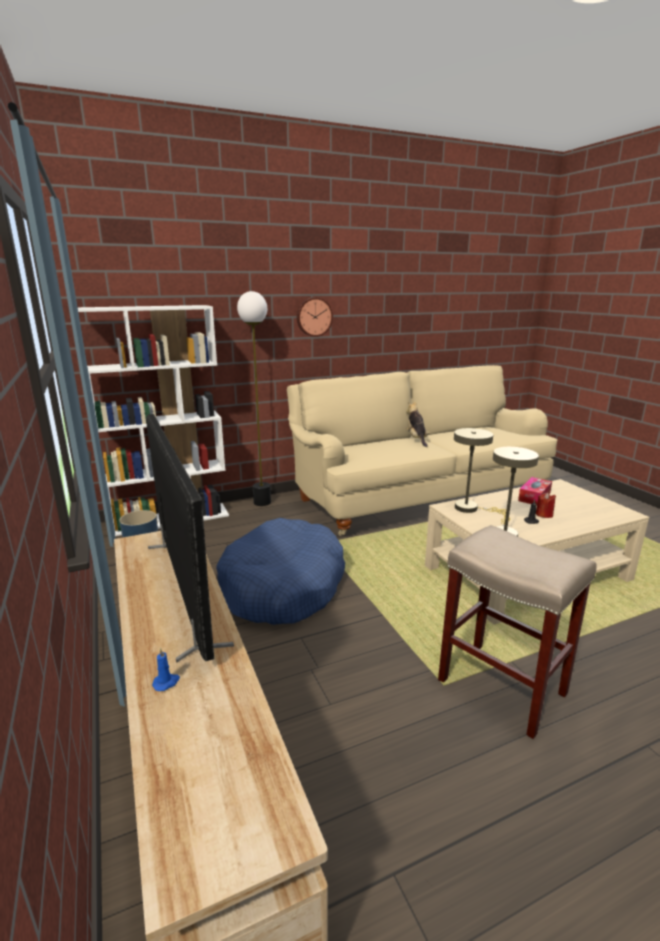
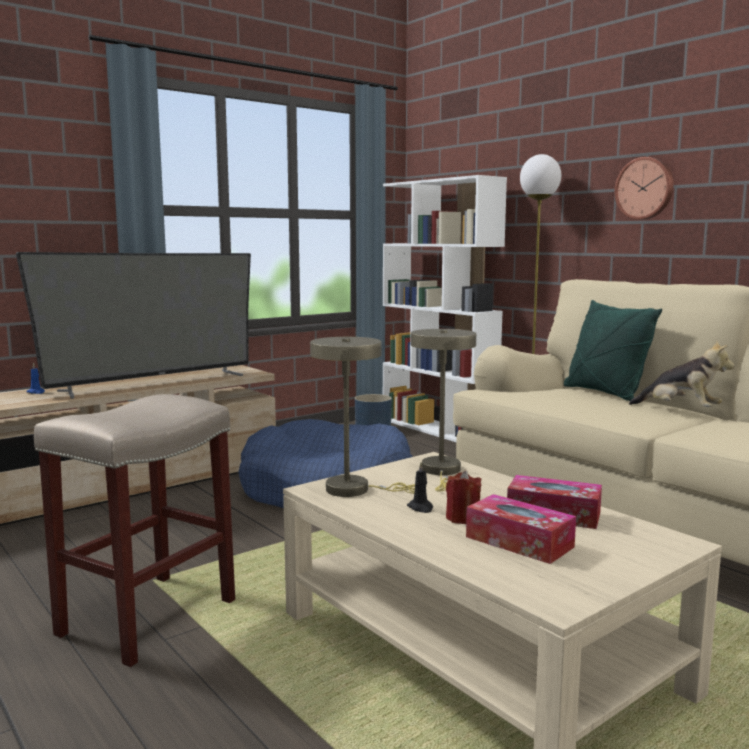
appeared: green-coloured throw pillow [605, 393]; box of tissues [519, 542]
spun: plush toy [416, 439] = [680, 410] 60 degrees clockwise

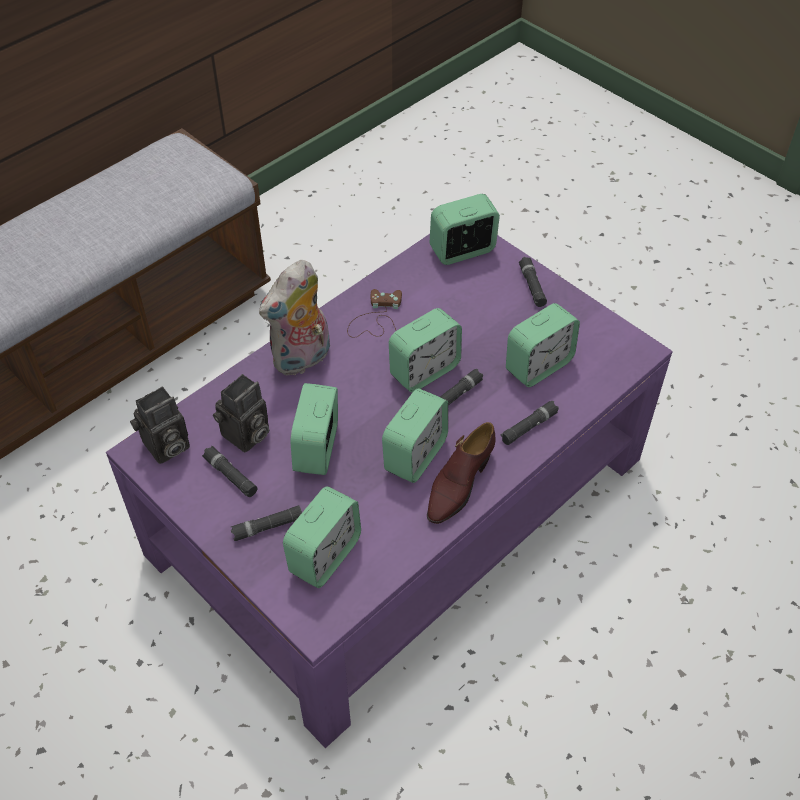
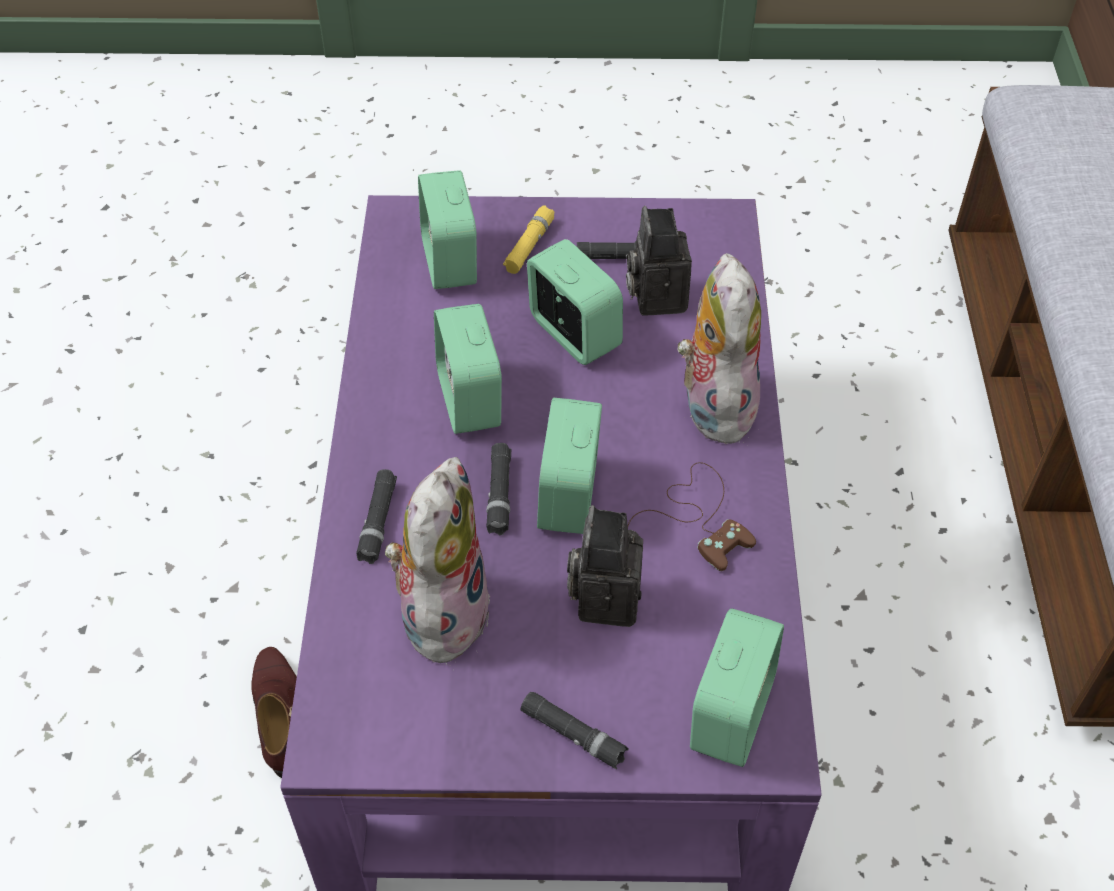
relocated: photo camera [165, 448] to [604, 596]; brown low shoe [458, 483] to [281, 715]
exchanged: bedside clock [538, 365] to plush toy [442, 611]
colour: black-coloured torch [267, 527] to yellow torch [529, 246]

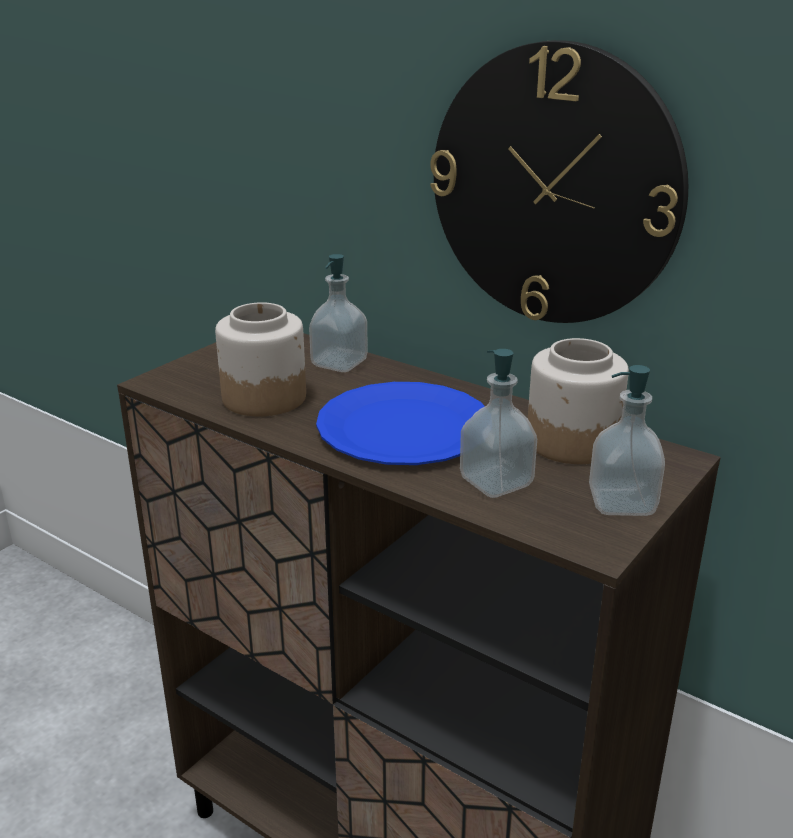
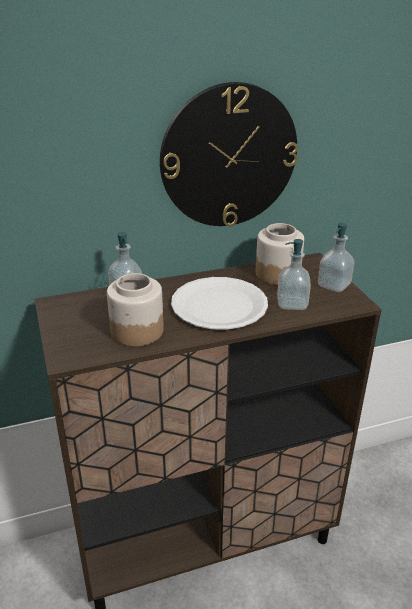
colour: bluish flat dish [404, 427] to whitish flat dish [219, 305]

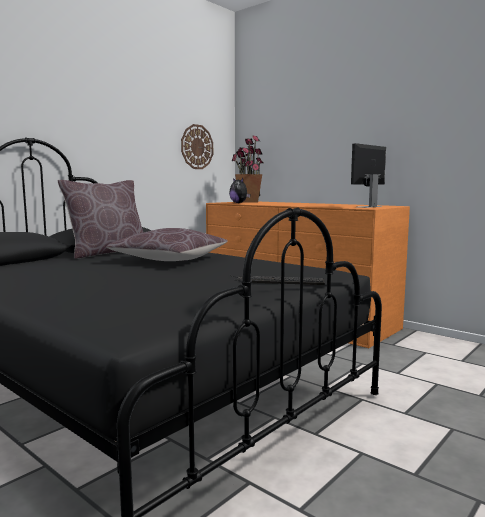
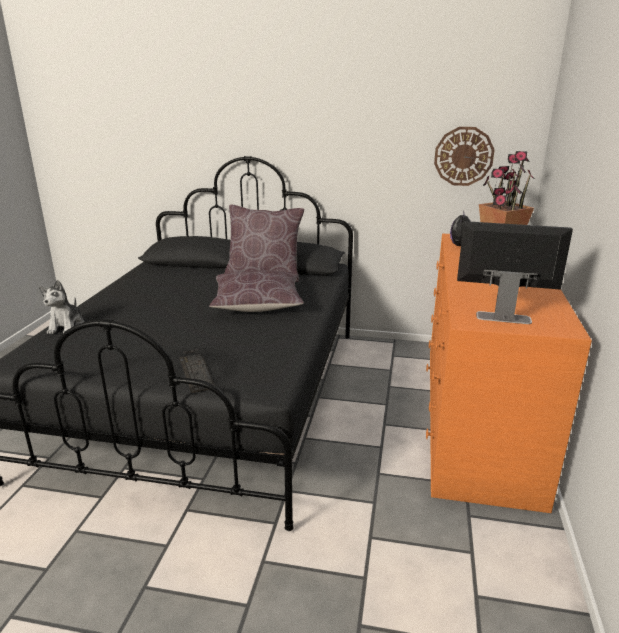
appeared: plush toy [67, 326]

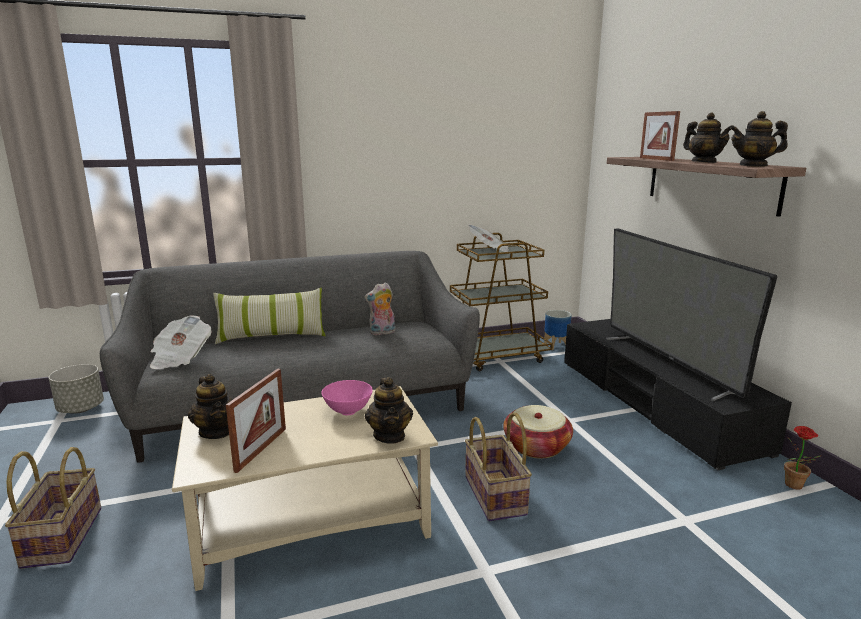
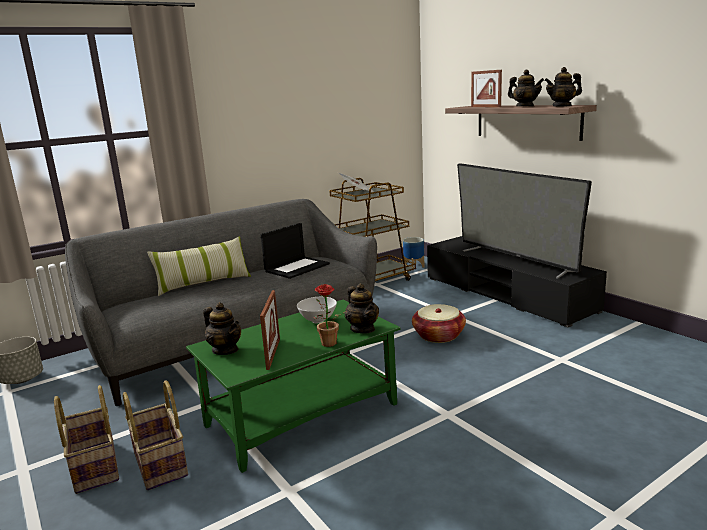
missing: printed paper [180, 358]
relocated: basket [496, 495] to [161, 463]; plant in a pot [795, 487] to [329, 345]
exchanged: plush toy [382, 333] to laptop [297, 267]
colour: pink-coloured bowl [347, 411] to whitish bowl [317, 321]; sand-coloured low table [314, 523] to green-coloured low table [303, 414]

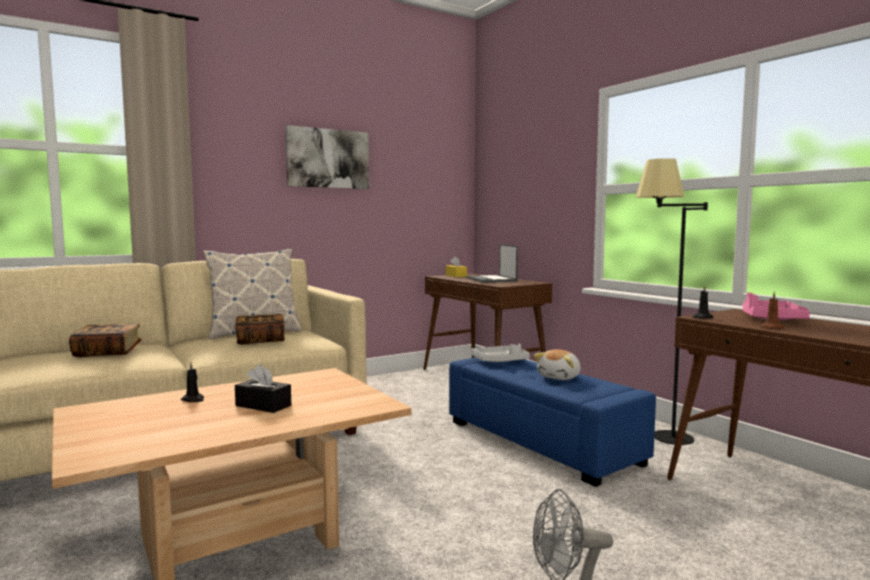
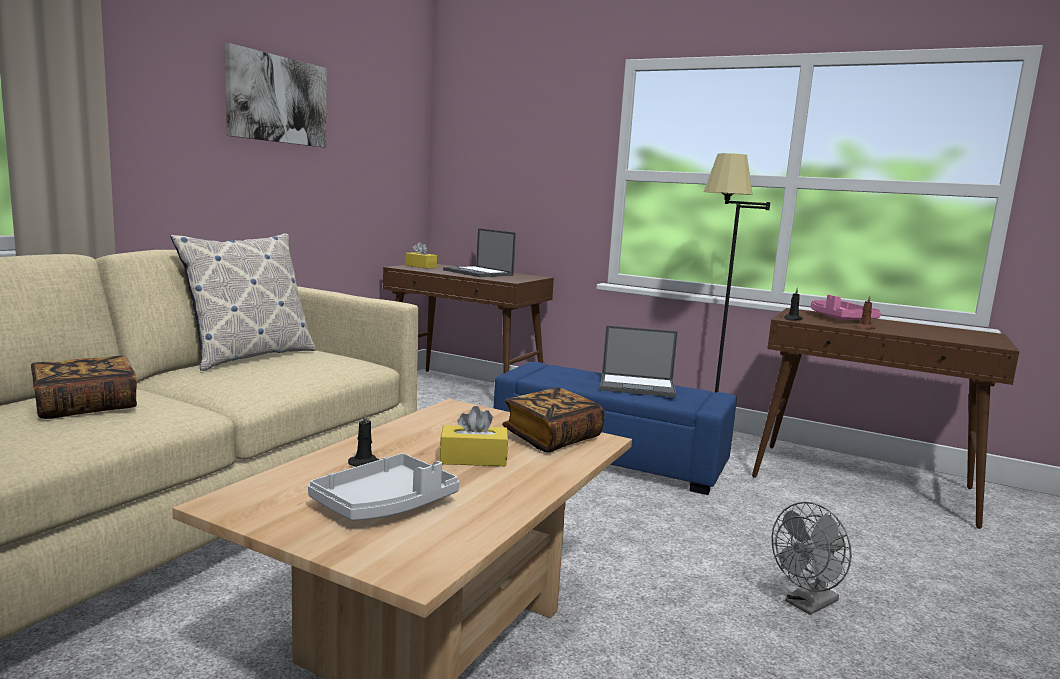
relocated: volume [261, 340] to [552, 438]; grey serving tray [500, 361] to [386, 504]
exchanged: plush toy [560, 377] to laptop [638, 386]
colour: black-coloured box of tissues [263, 405] to yellow box of tissues [473, 459]

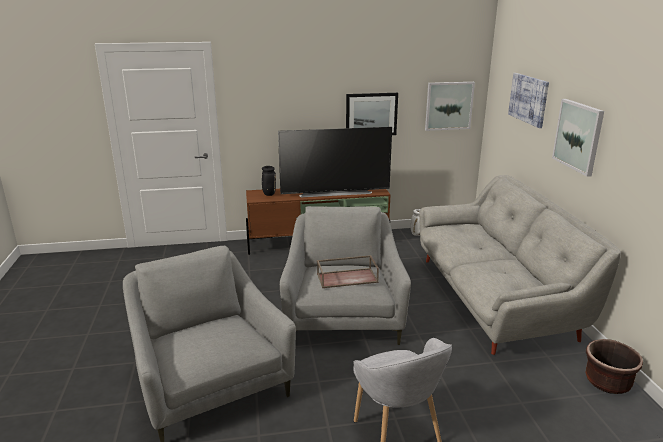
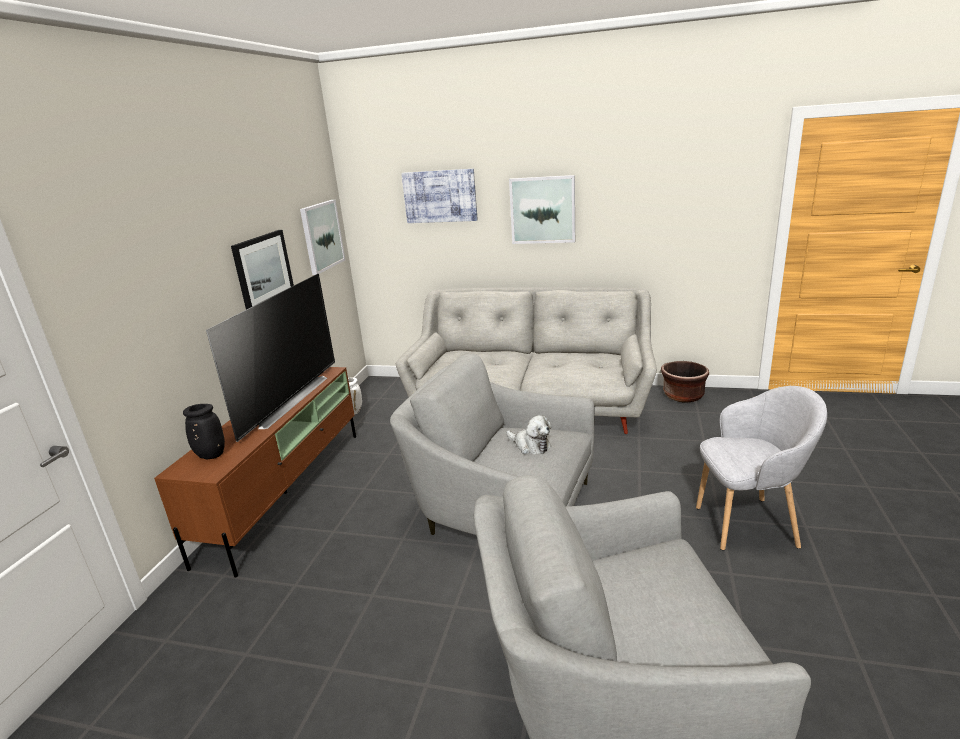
exchanged: brown serving tray [347, 278] to plush toy [530, 445]

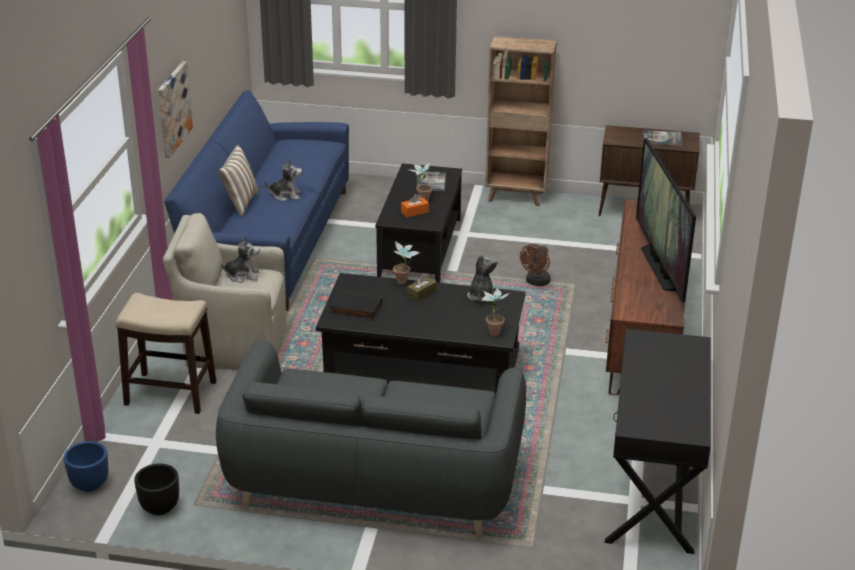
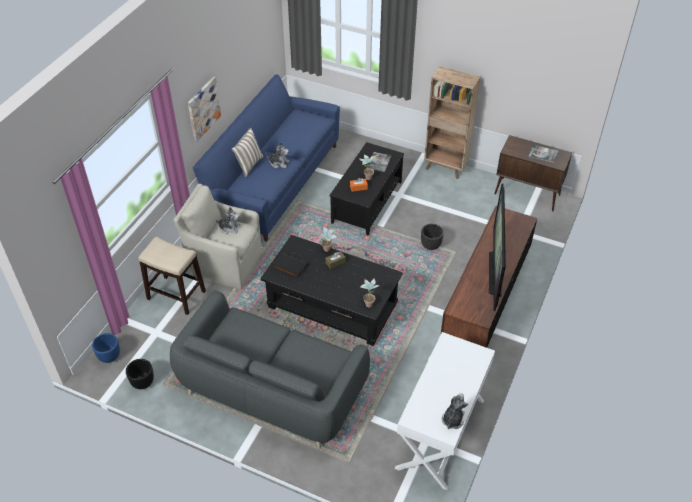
relocated: plush toy [481, 296] to [452, 419]
exchanged: brown fan [536, 282] to black-coloured flower pot [431, 245]
colour: black-coloured narrow table [653, 490] to whitish narrow table [441, 433]

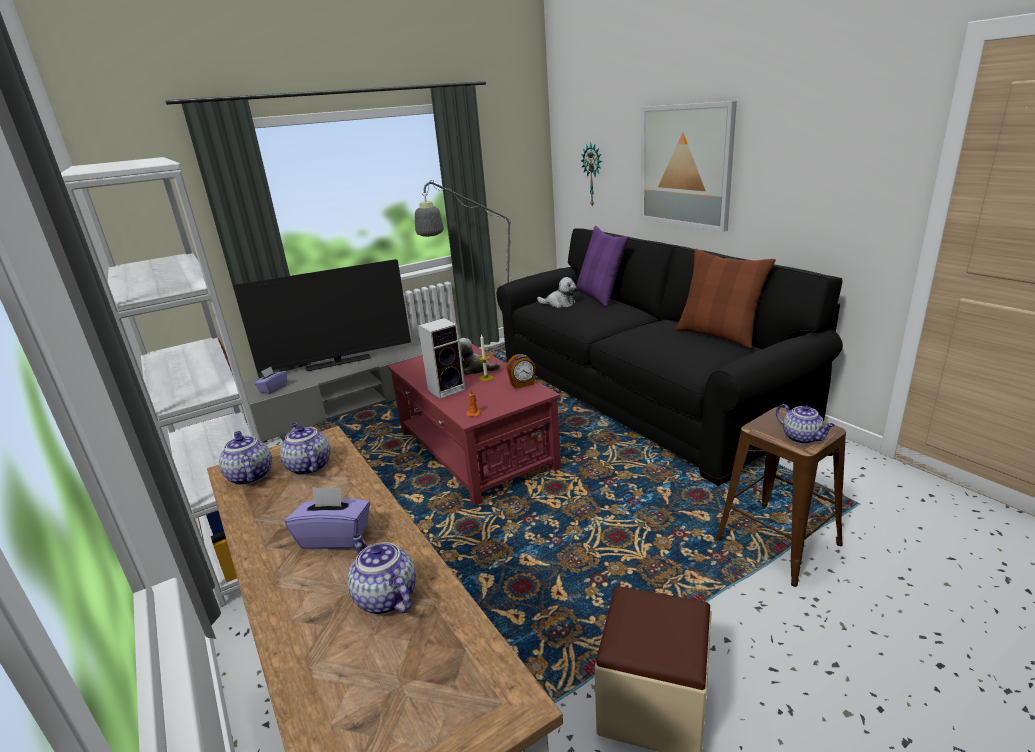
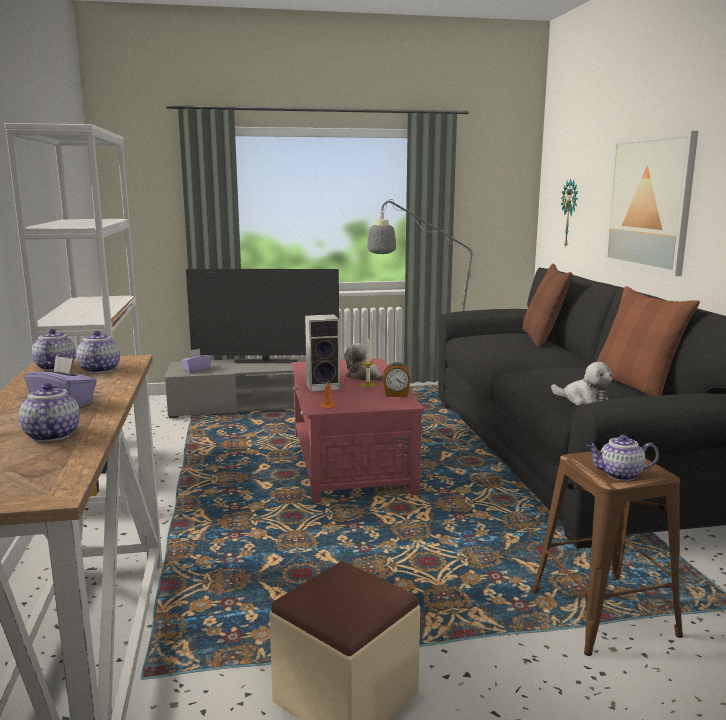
relocated: plush toy [559, 304] to [583, 400]
colour: purplish throw pillow [599, 296] to brown throw pillow [542, 339]
spun: pot for tea [802, 438] = [619, 475] 105 degrees clockwise

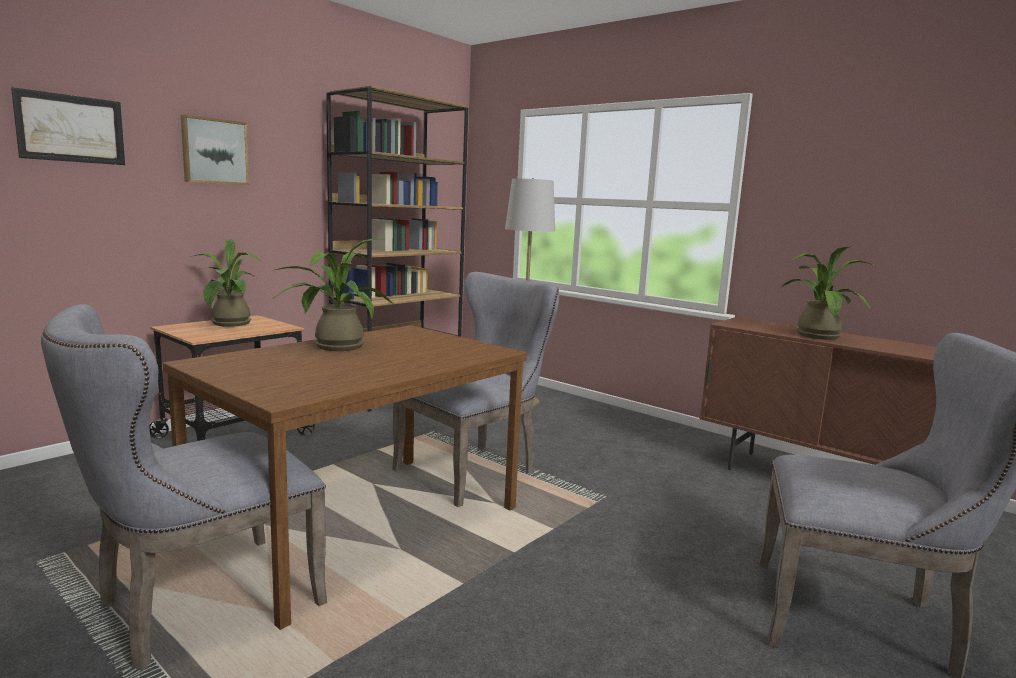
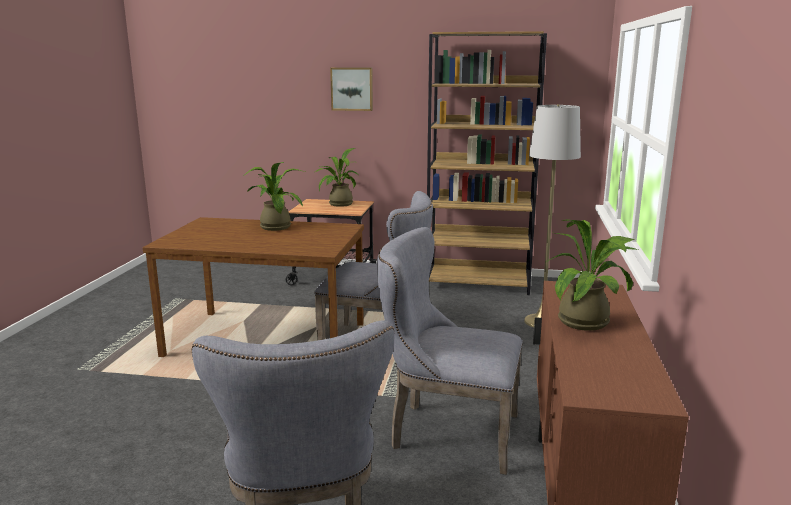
missing: picture [71, 128]
relocated: grey upright chair [197, 606] to [446, 432]

